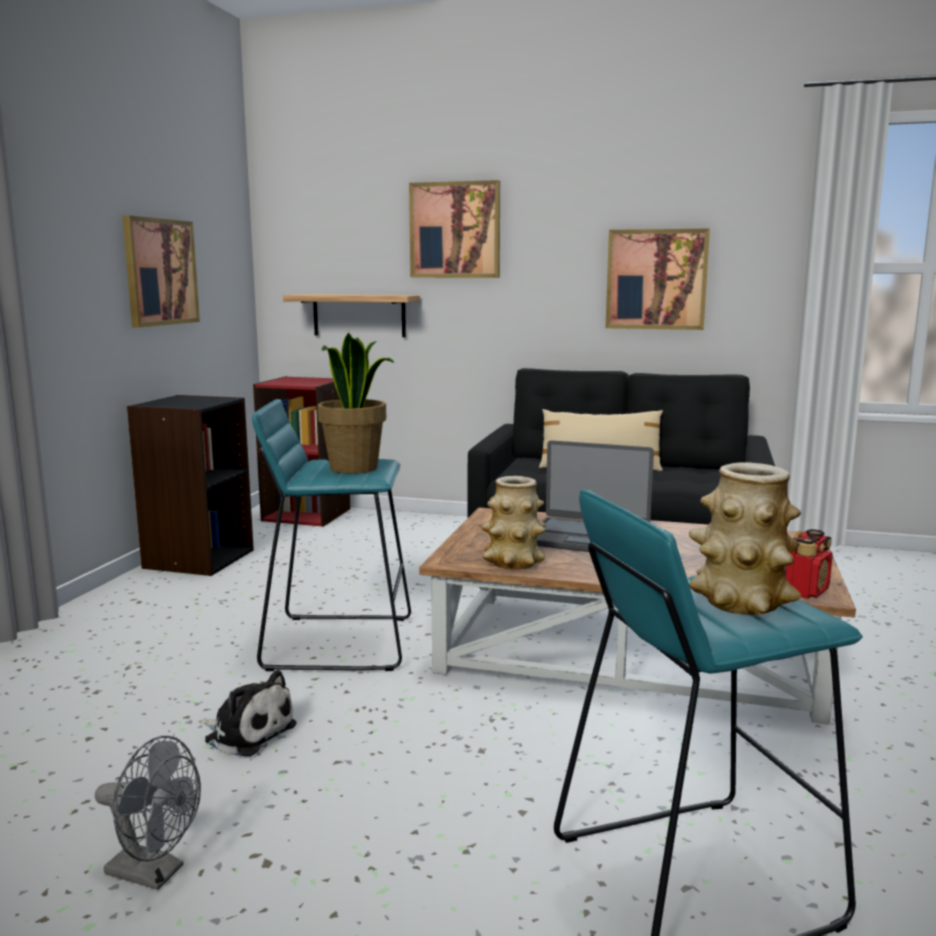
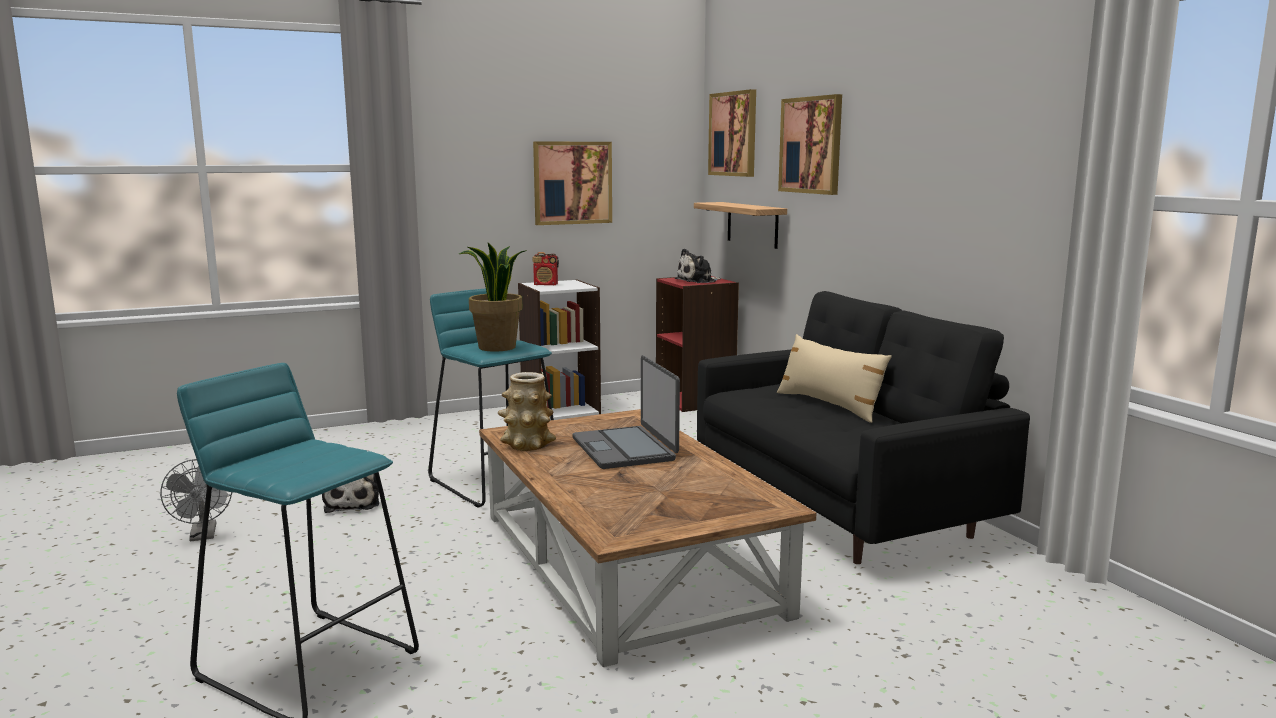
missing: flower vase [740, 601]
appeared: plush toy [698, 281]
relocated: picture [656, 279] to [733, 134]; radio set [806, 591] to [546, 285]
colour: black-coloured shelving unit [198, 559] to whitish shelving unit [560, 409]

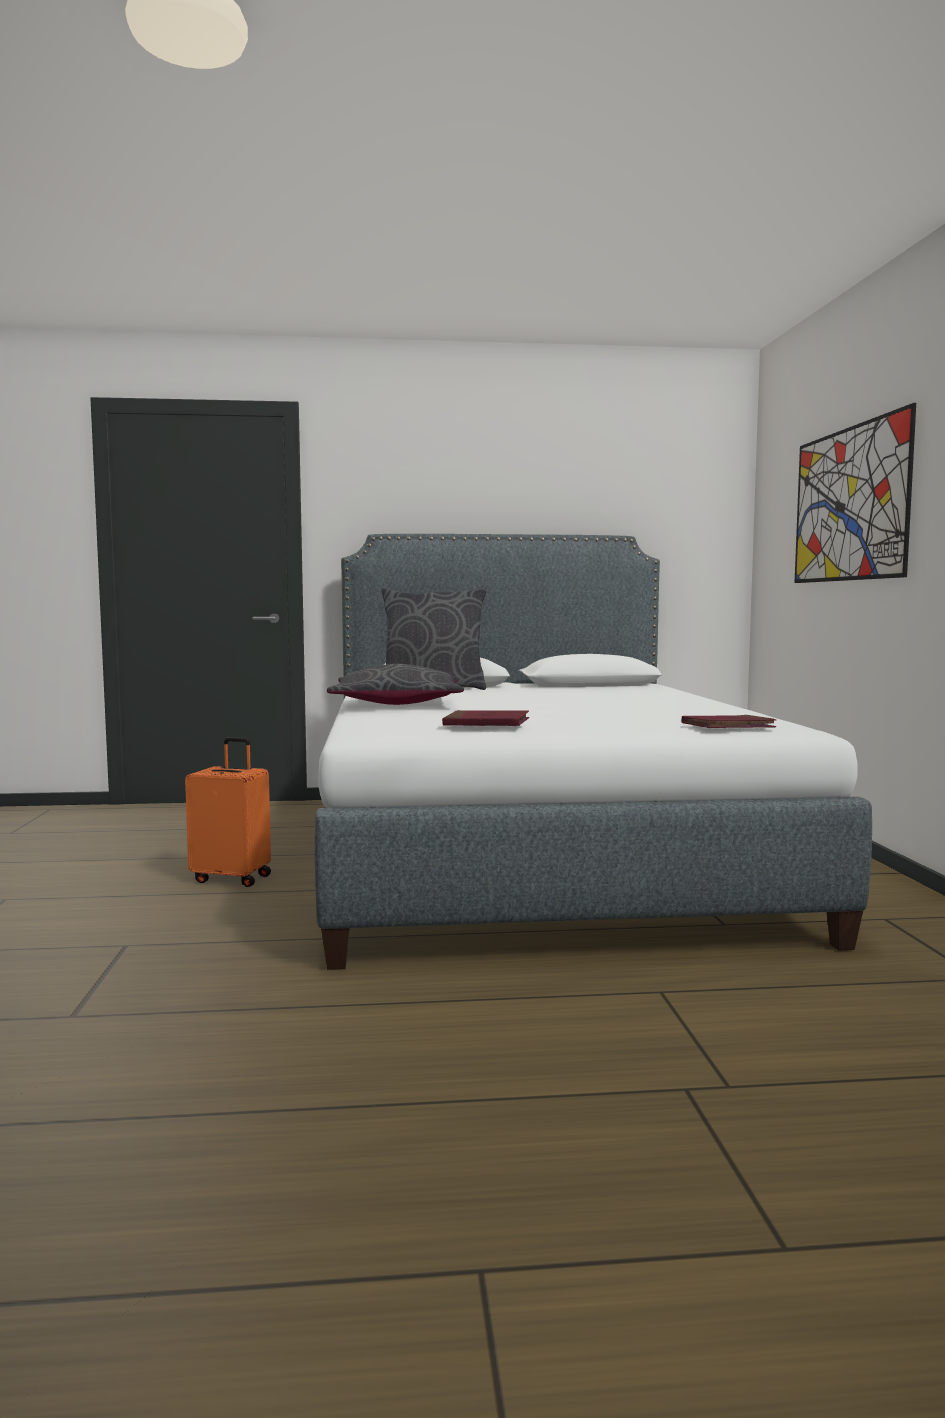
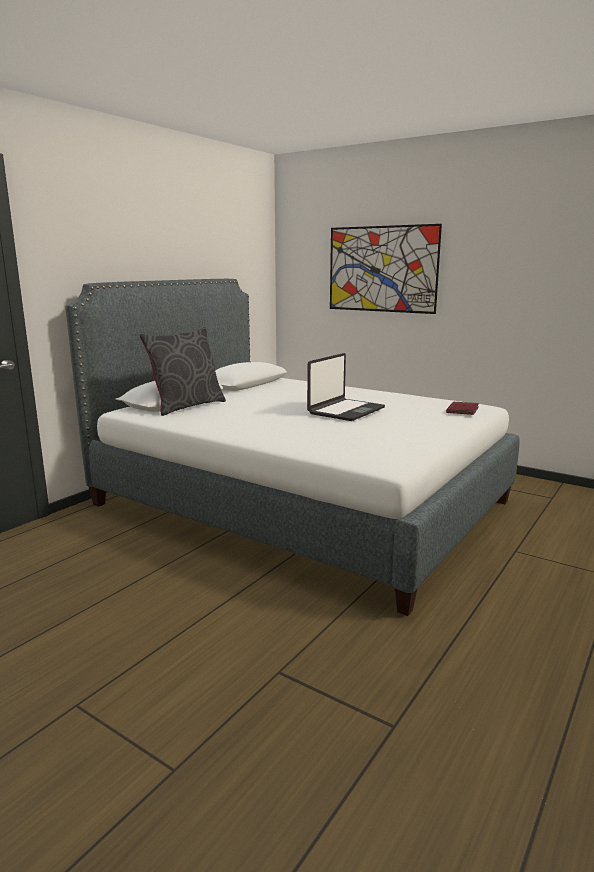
missing: grey throw pillow [397, 704]; red-coloured volume [486, 723]; orange piece of luggage [233, 878]
appeared: laptop [345, 411]

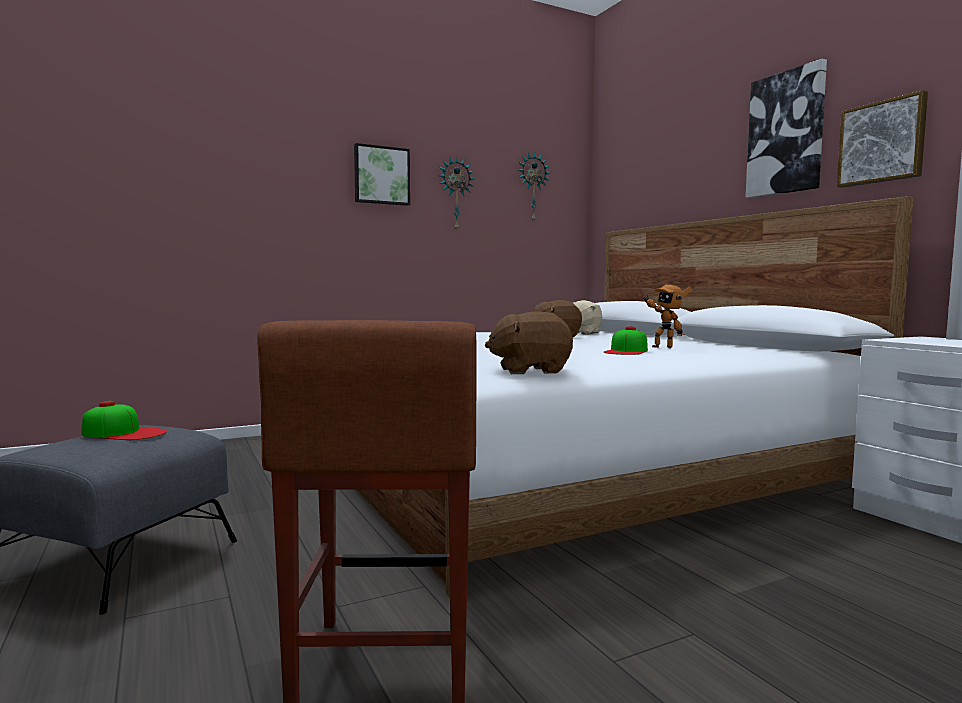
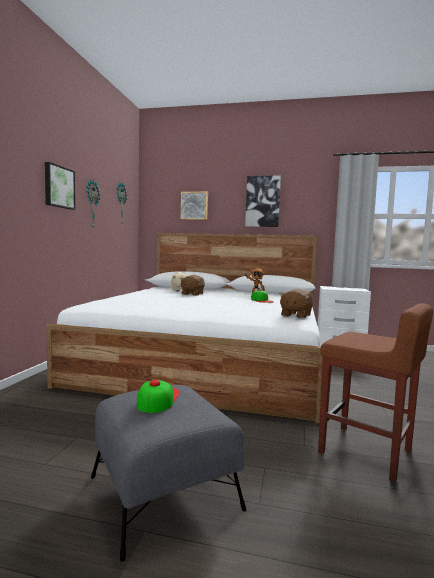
relocated: picture [882, 142] to [194, 206]
spun: cap [123, 433] = [158, 398] 45 degrees counterclockwise

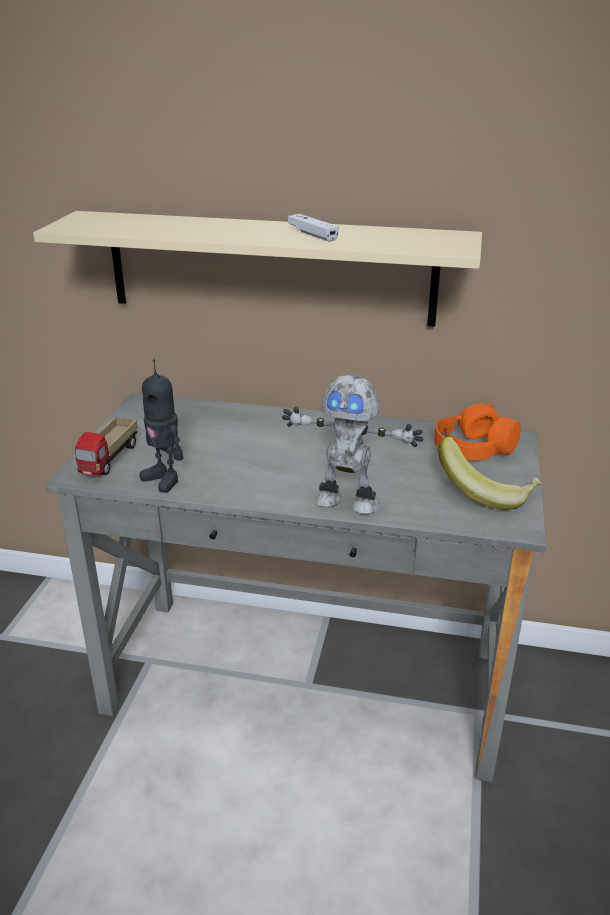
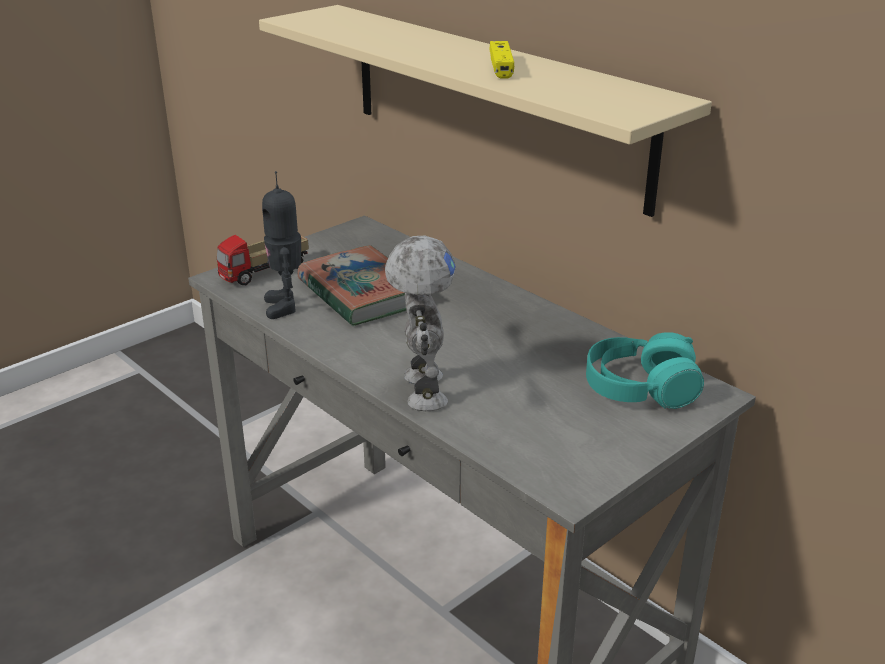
missing: whole banana [486, 492]
appeared: volume [361, 293]
colour: whitish game controller [312, 234] to yellow game controller [501, 67]; orange headphones [473, 449] to turquoise headphones [640, 388]
spun: model robot [347, 501] = [421, 390] 150 degrees counterclockwise

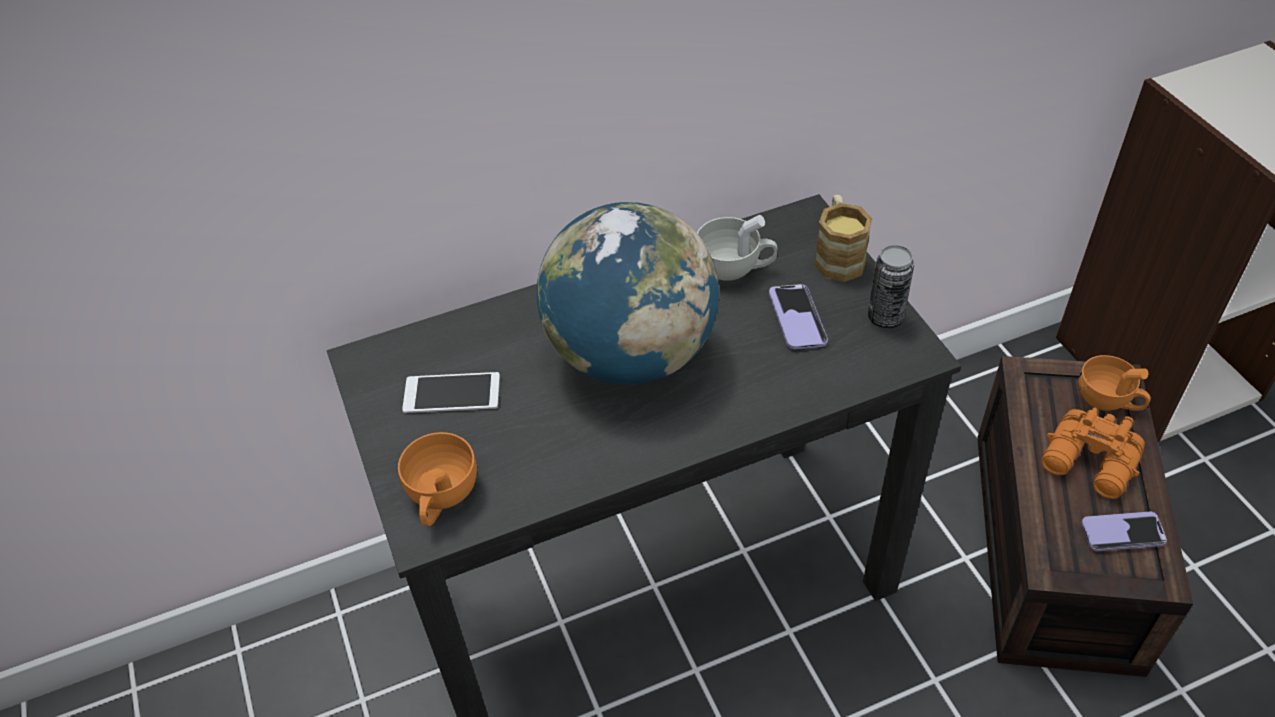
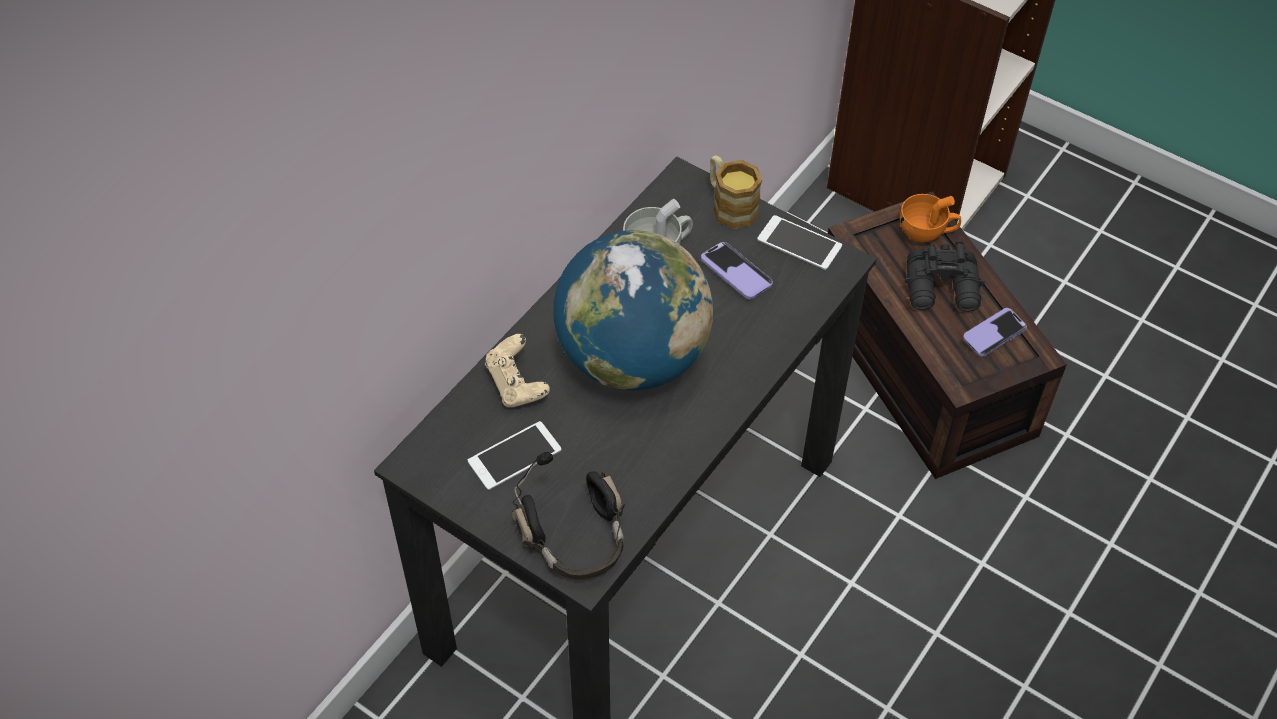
appeared: sand-coloured game controller [517, 384]
exchanged: metal can [885, 317] to handset [799, 243]; orange drinking cup [441, 497] to black-coloured headphones [576, 539]
colour: orange field glasses [1090, 464] to black-coloured field glasses [943, 290]

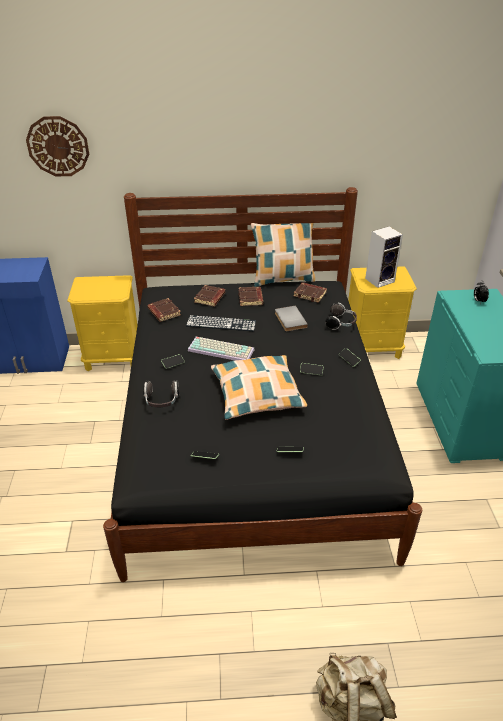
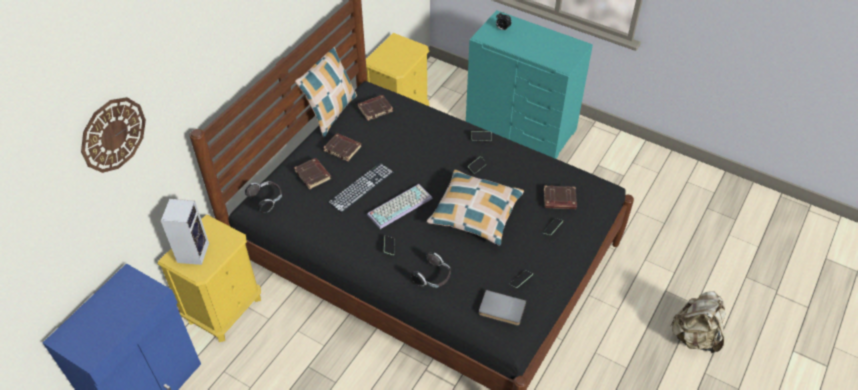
relocated: speaker [380, 280] to [193, 251]; brown volume [163, 312] to [559, 200]; headphones [341, 323] to [266, 200]; grey volume [289, 320] to [501, 310]

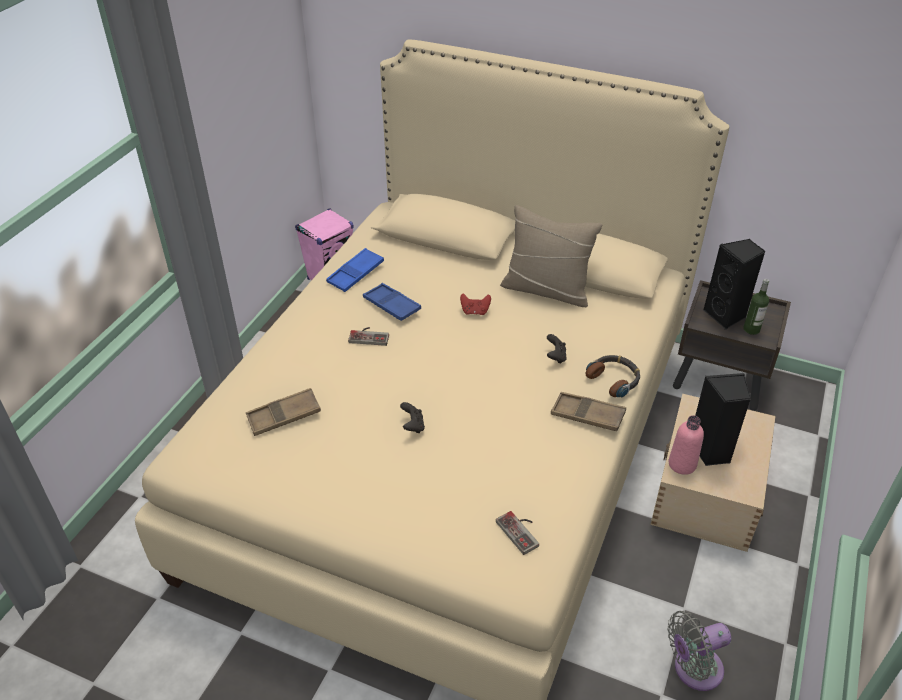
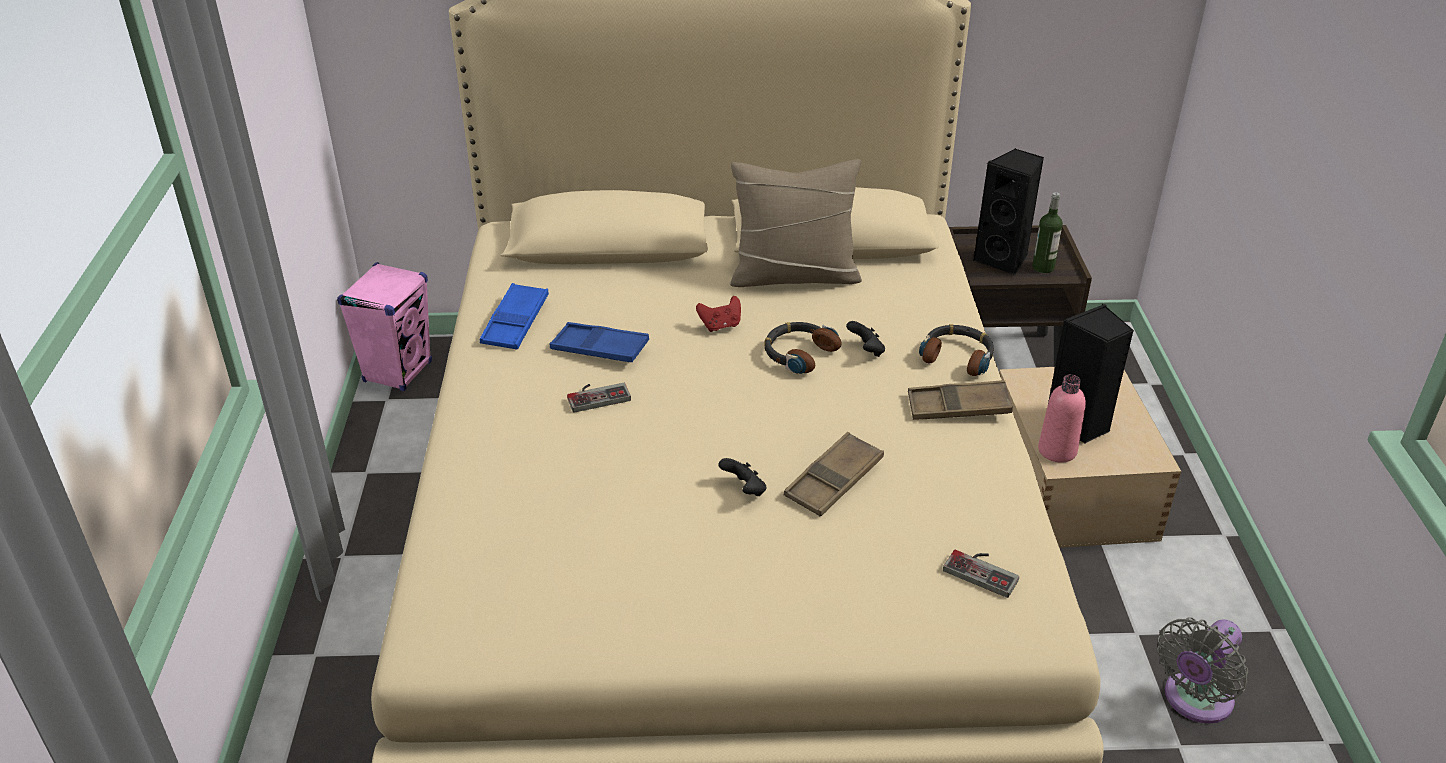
appeared: headphones [798, 353]
relocated: brown serving tray [284, 416] to [834, 480]

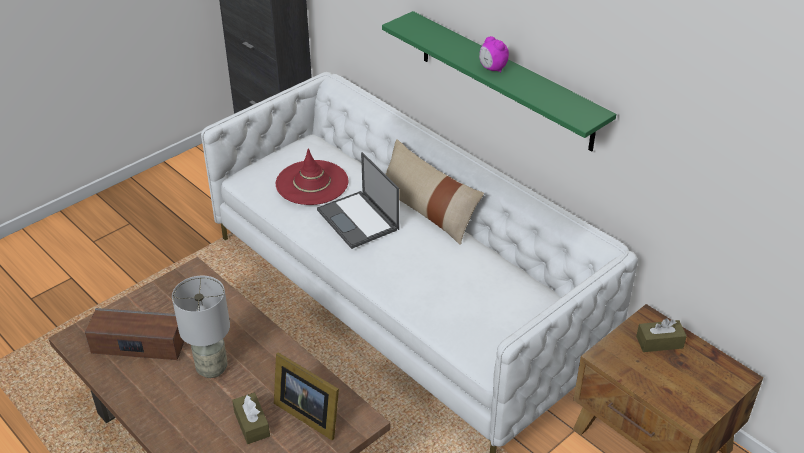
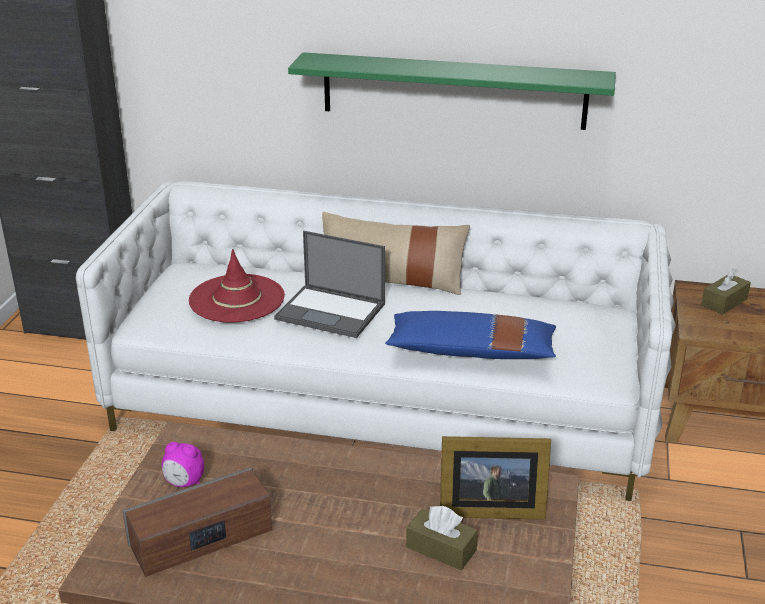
missing: grey tabletop lamp [212, 368]
appeared: bluish throw pillow [471, 351]
relocated: bedside clock [492, 69] to [184, 483]

